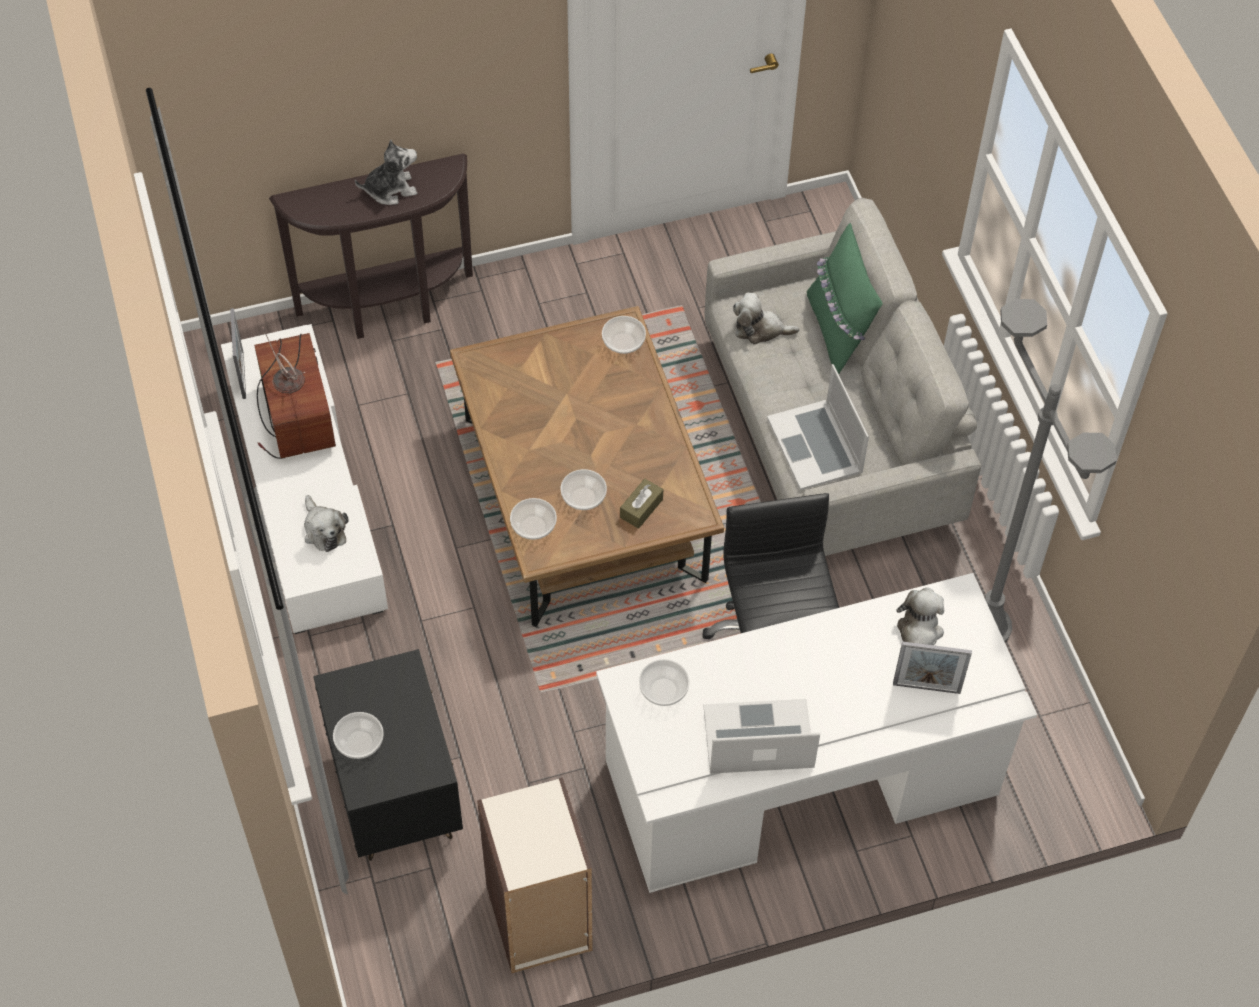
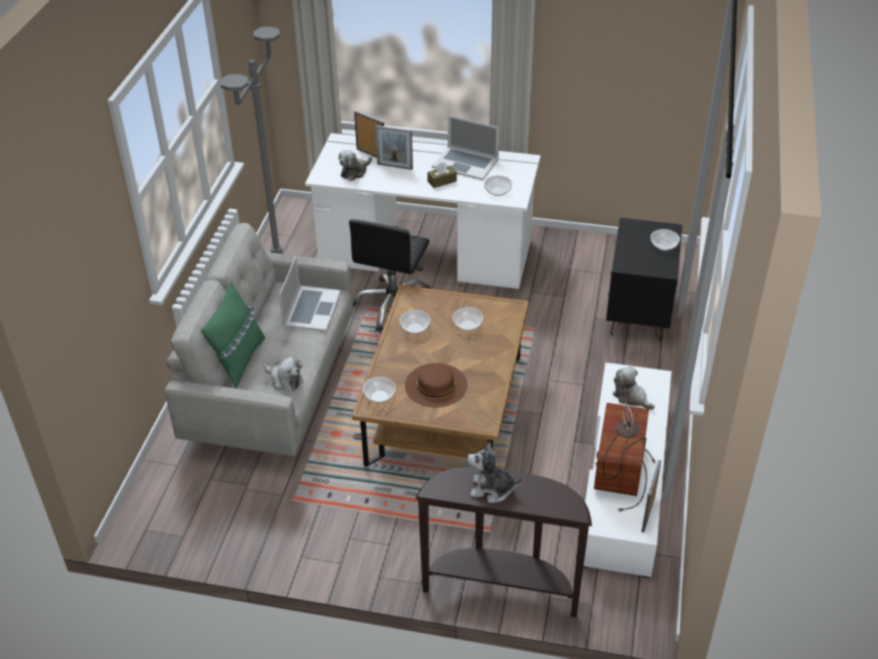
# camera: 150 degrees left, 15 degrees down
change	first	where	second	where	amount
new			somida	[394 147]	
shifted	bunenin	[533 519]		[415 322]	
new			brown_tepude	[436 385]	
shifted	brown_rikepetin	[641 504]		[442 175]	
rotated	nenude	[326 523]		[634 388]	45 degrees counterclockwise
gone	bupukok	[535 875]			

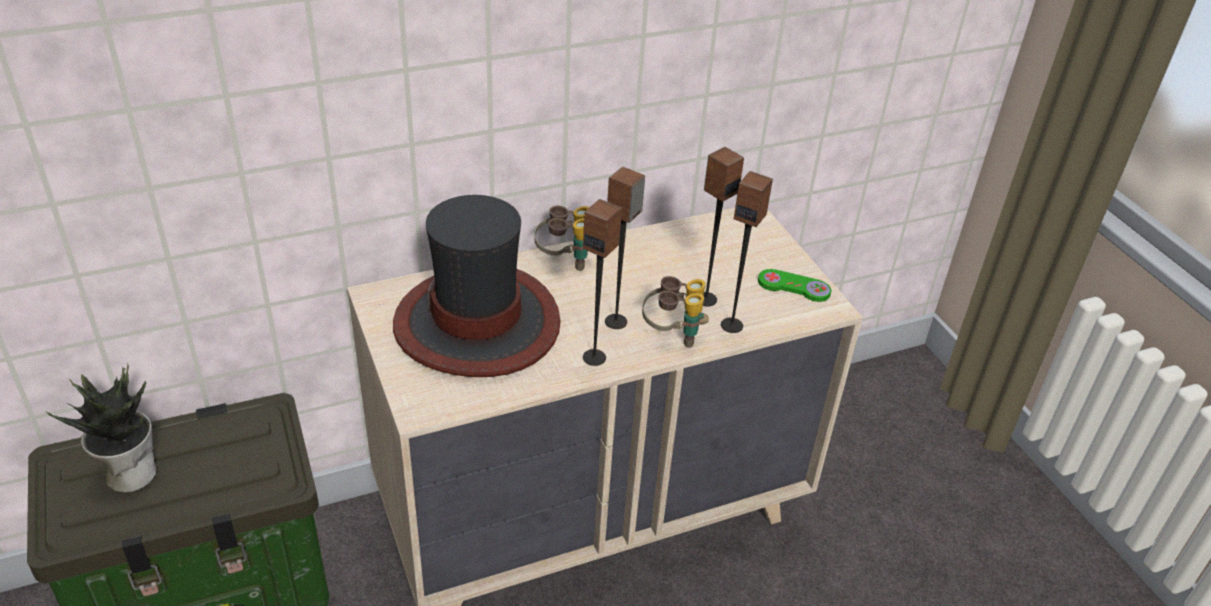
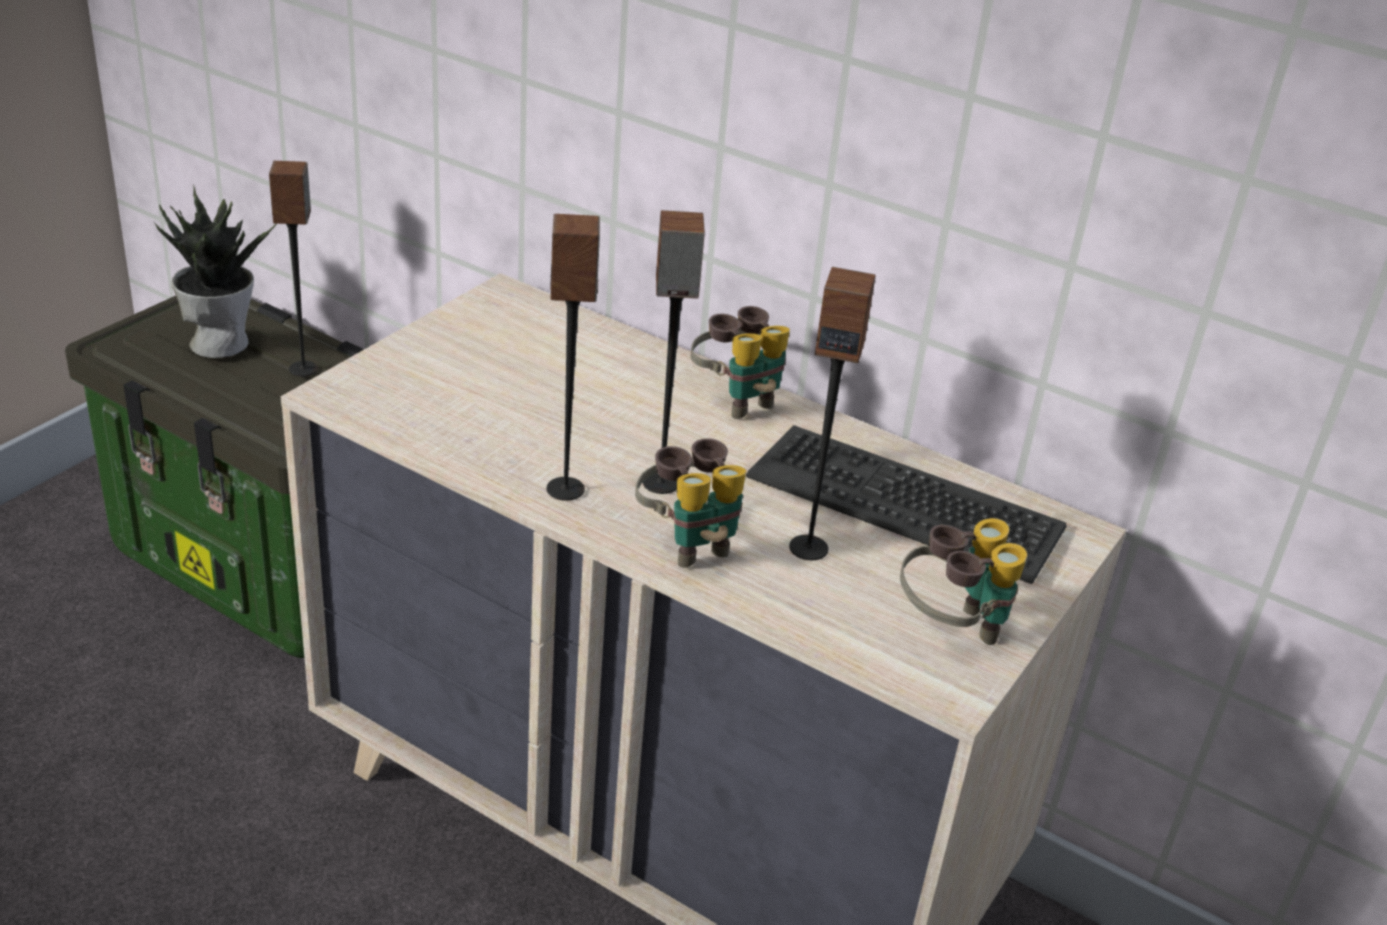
# camera: 55 degrees right, 5 degrees down
change	first	where	second	where	amount
shifted	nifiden	[747 252]		[293 269]	
new			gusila	[906 504]	
swapped	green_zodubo	[794 285]	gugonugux	[963 581]	
gone	tepude	[477 286]			

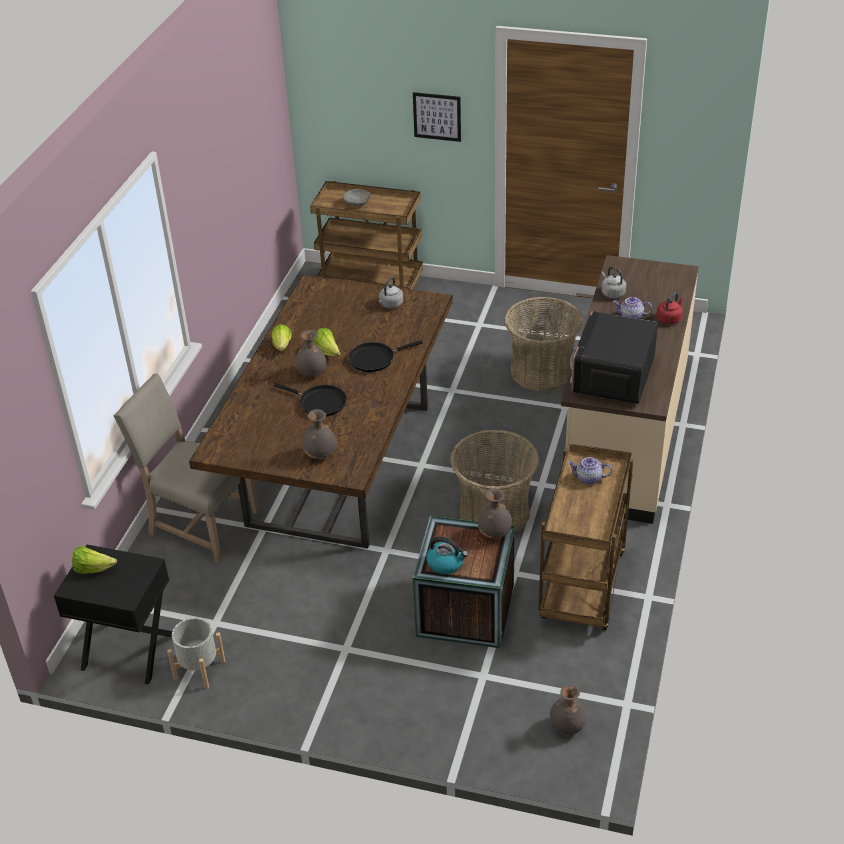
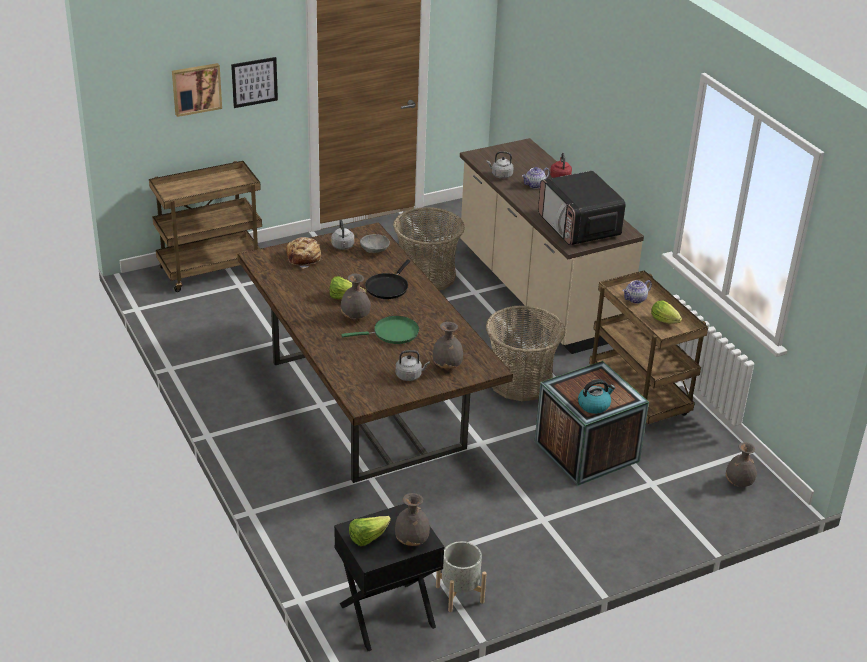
# camera: 45 degrees left, 5 degrees down
change	first	where	second	where	amount
new			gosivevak	[197 90]	
new			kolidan	[303 253]	
repainted	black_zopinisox	[310 399]	green_zopinisox	[380 330]	
shifted	grey_bunenin	[357 197]		[375 243]	
shifted	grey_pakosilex	[495 514]		[412 519]	
new			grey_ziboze	[413 365]	
shifted	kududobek	[282 337]		[666 312]	
gone	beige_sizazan	[186 468]			

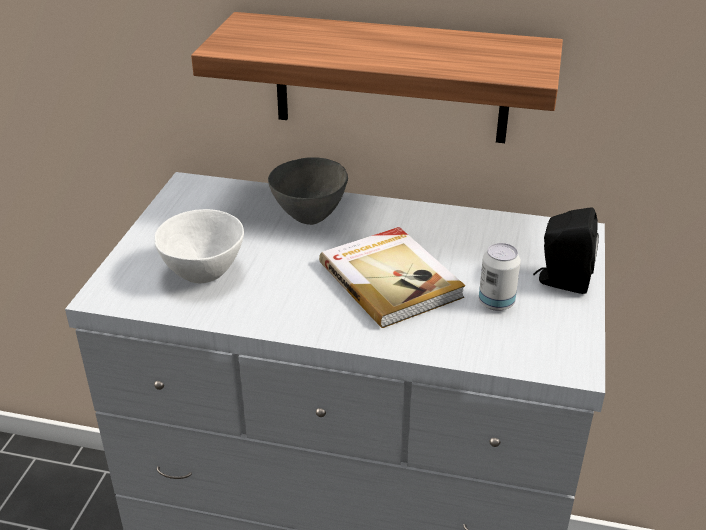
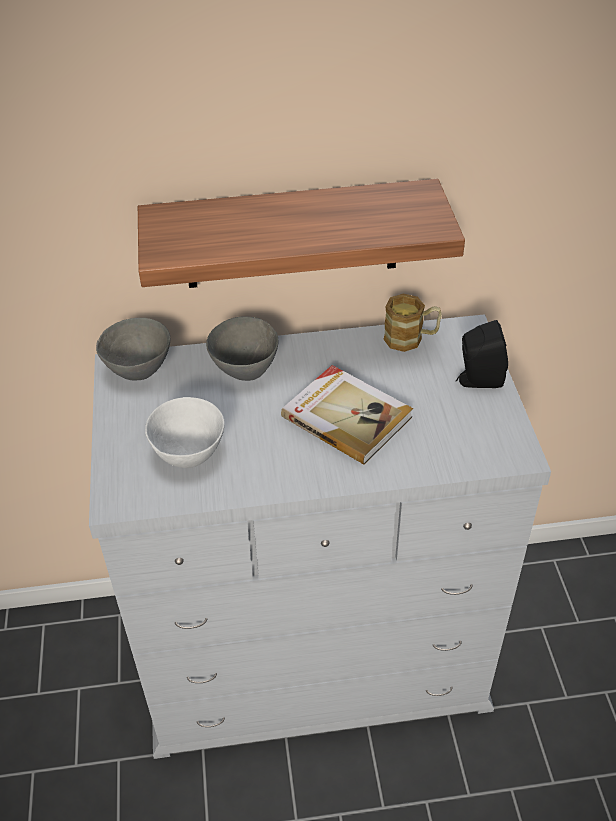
# camera: 20 degrees left, 10 degrees up
change	first	where	second	where	amount
new			grey_bunenin	[133 349]	
new			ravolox	[413 322]	
gone	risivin	[500 277]			

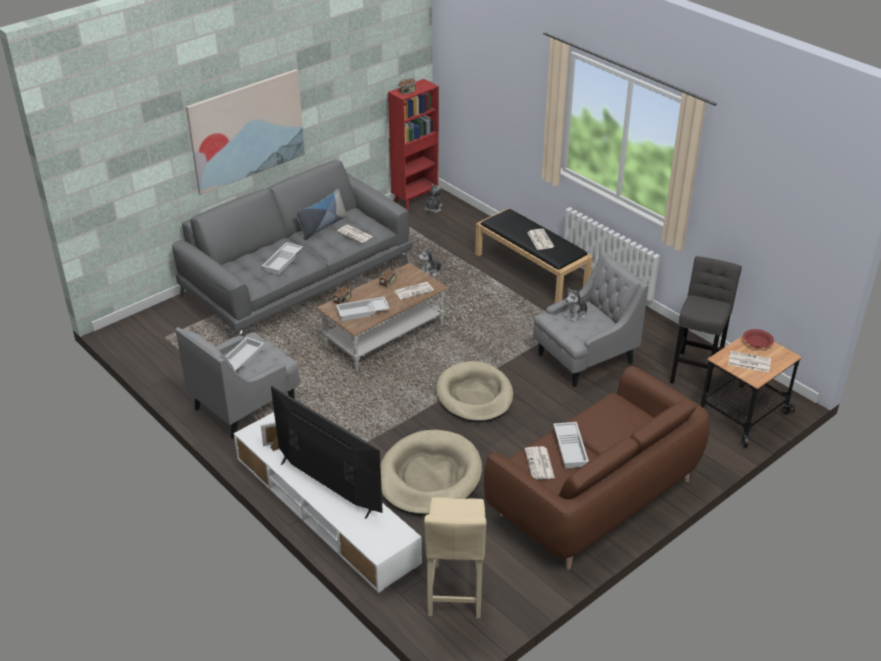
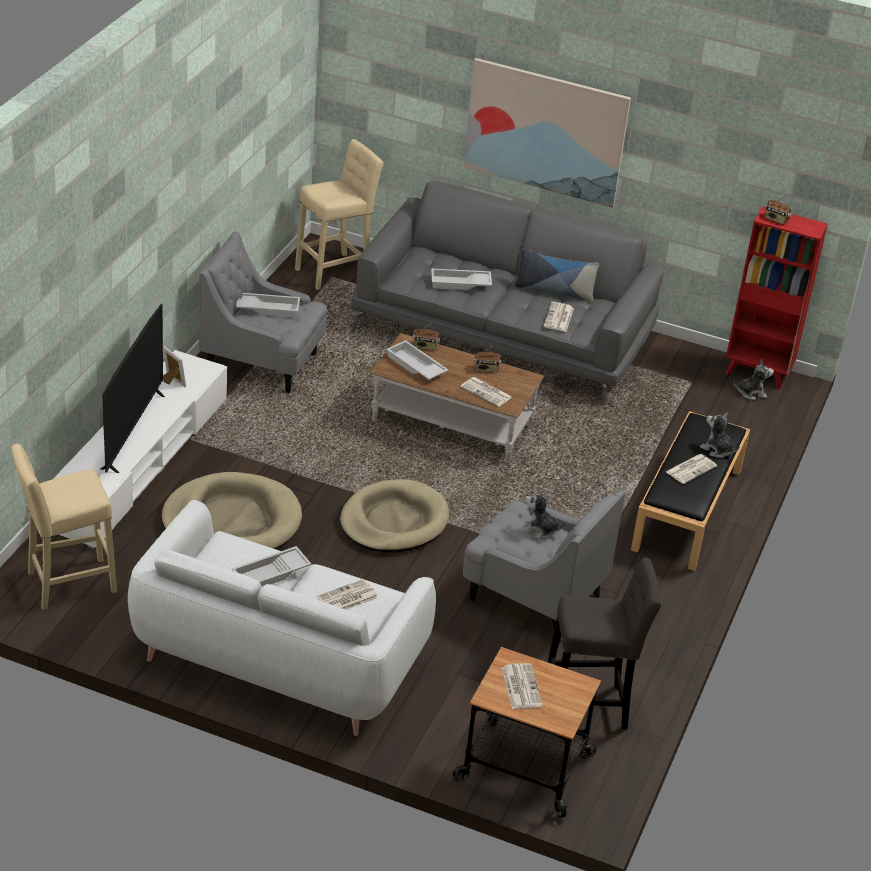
# camera: 60 degrees right, 0 degrees up
change	first	where	second	where	amount
repainted	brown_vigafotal	[596 468]	white_vigafotal	[282 618]	
new			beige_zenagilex	[339 214]	
shifted	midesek	[540 462]		[347 594]	
shifted	nenude	[431 261]		[720 435]	
gone	red_bunenin	[758 338]			

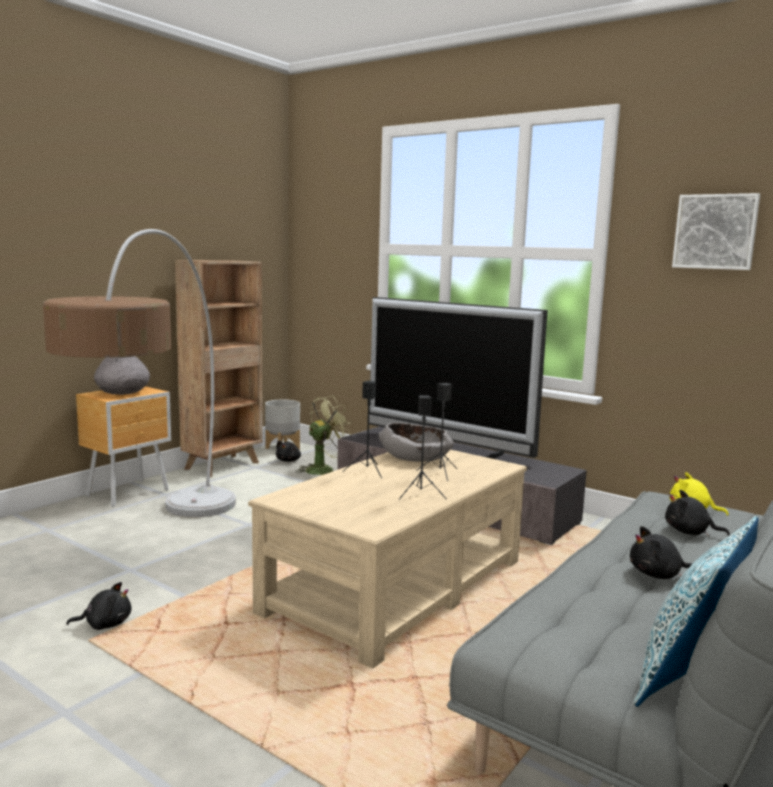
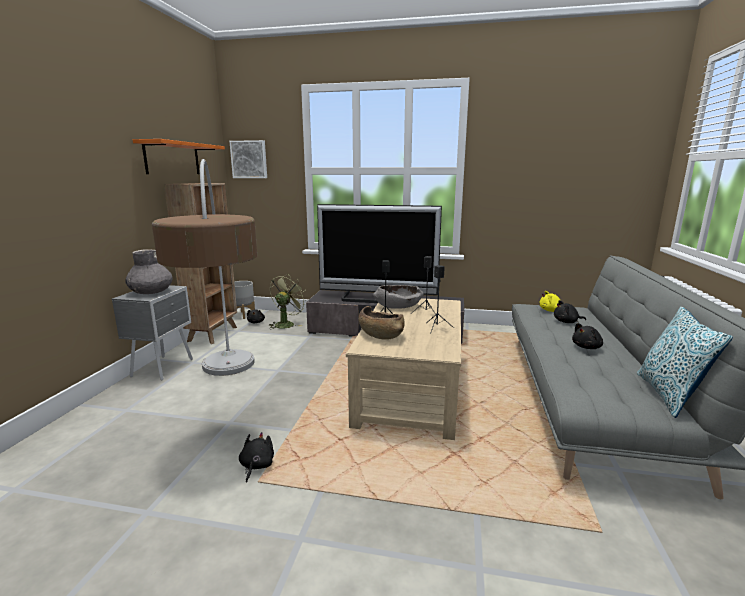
# camera: 25 degrees left, 5 degrees up
change	first	where	second	where	amount
repainted	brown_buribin	[123 446]	grey_buribin	[152 333]	
new			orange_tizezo	[178 156]	
shifted	gosivevak	[716 231]		[248 159]	
rotated	black_nenude	[99 606]		[256 457]	45 degrees counterclockwise
new			brown_bunenin	[382 323]	

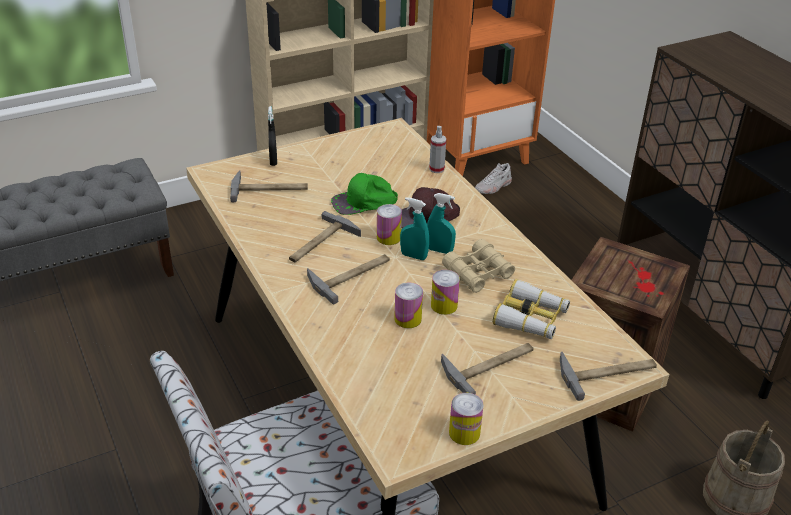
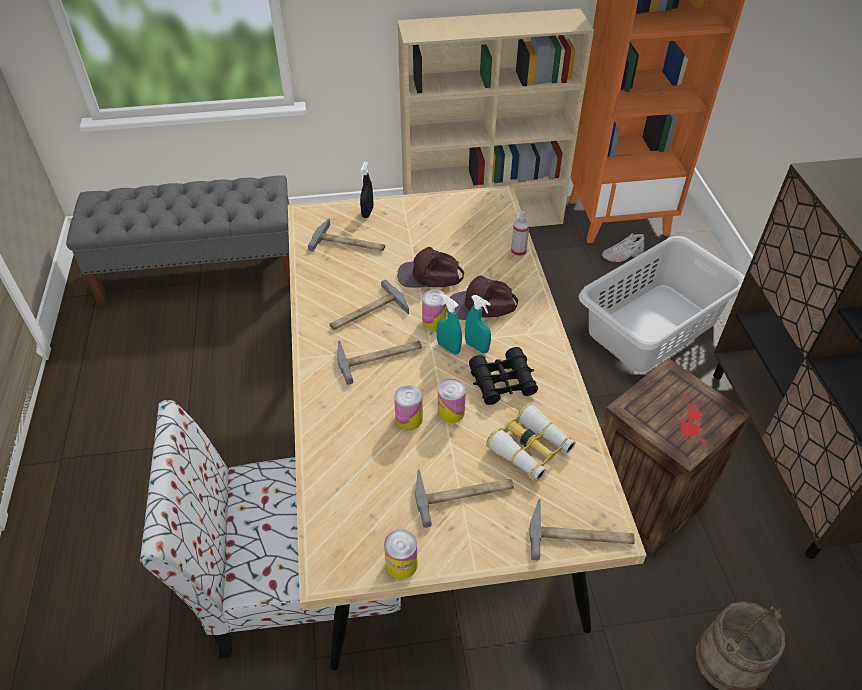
# camera: 20 degrees right, 10 degrees up
change	first	where	second	where	amount
repainted	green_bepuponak	[364 194]	brown_bepuponak	[430 267]	
repainted	beige_gugonugux	[478 266]	black_gugonugux	[503 376]	
new			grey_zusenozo	[662 304]	

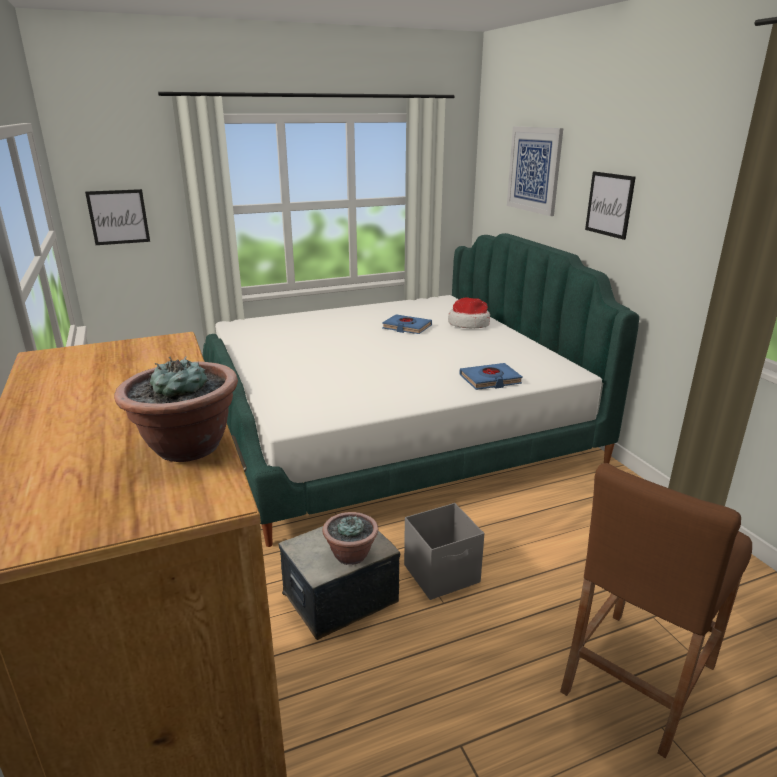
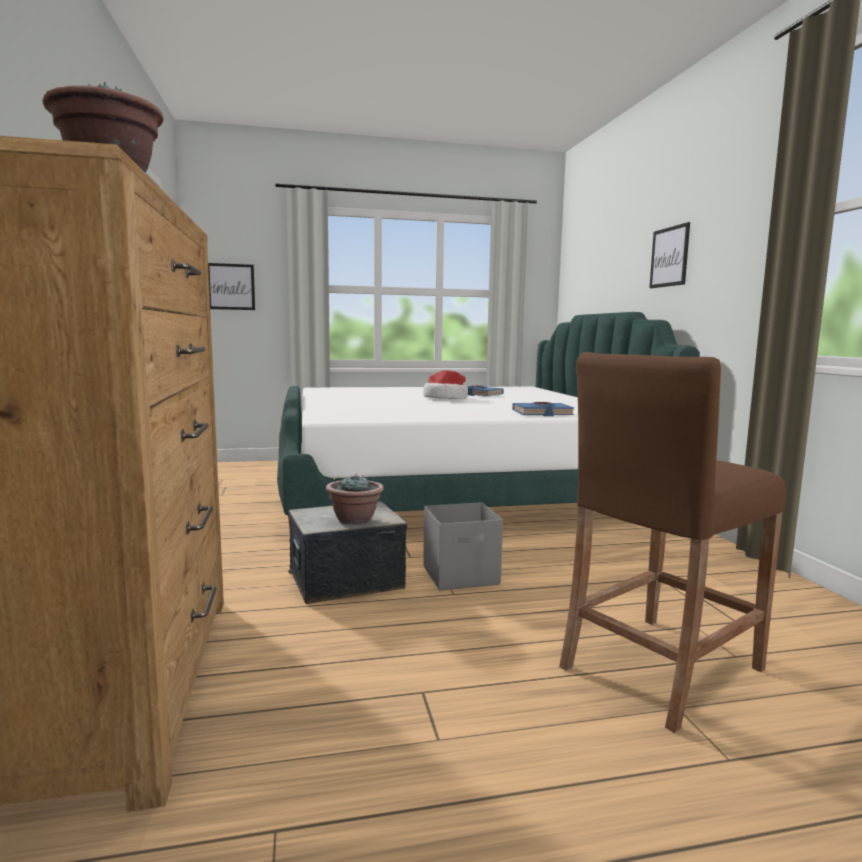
# camera: 10 degrees right, 15 degrees down
change	first	where	second	where	amount
shifted	tepude	[469 312]		[445 384]	
gone	gosivevak	[535 171]			

